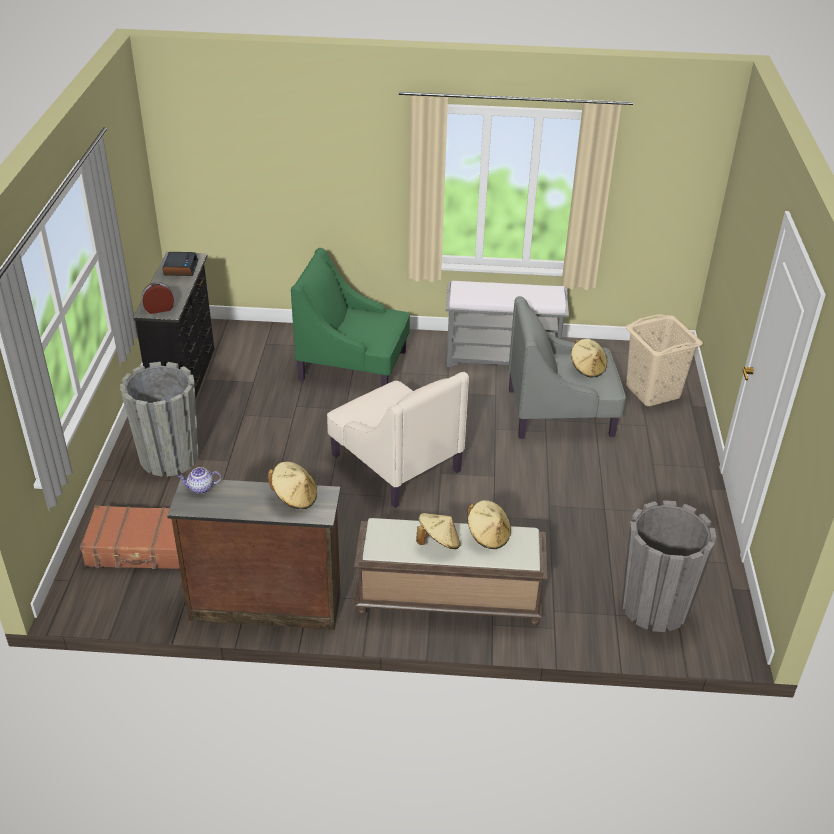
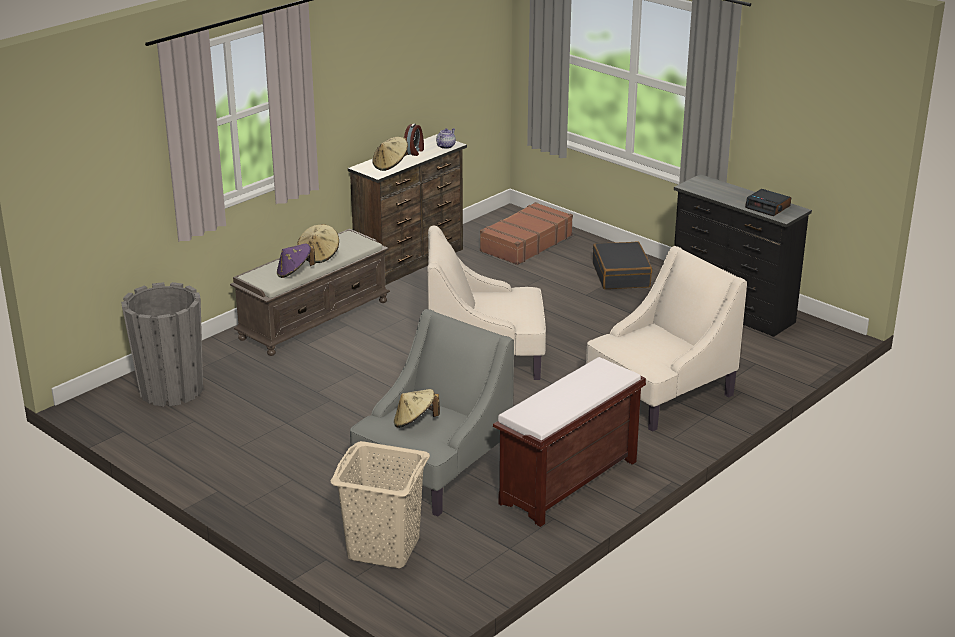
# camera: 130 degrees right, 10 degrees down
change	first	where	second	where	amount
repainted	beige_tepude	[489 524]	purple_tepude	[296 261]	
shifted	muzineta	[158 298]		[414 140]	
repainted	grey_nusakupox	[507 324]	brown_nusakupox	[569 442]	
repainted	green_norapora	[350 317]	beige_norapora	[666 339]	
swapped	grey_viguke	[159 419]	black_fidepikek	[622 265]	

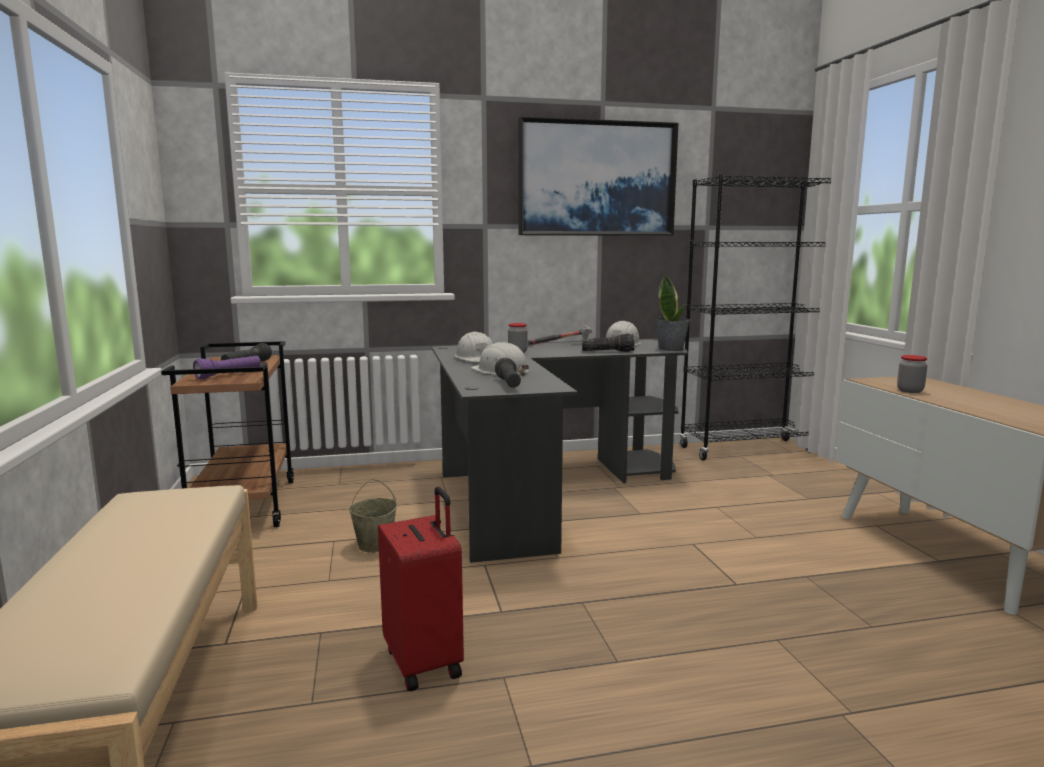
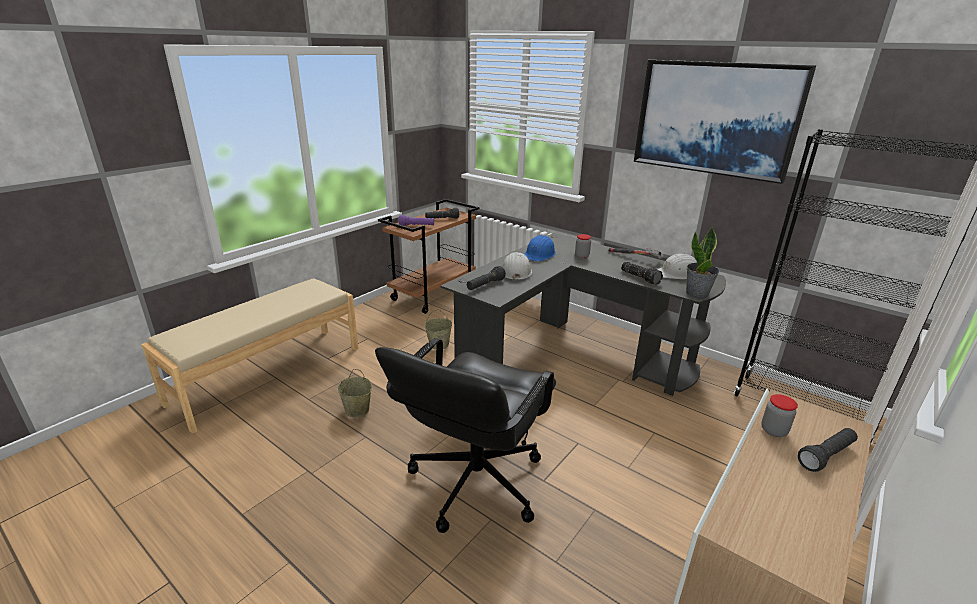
# camera: 50 degrees right, 15 degrees up
change	first	where	second	where	amount
swapped	red_fidepikek	[421 589]	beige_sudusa	[354 393]	
new			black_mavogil	[465 435]	
repainted	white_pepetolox	[474 347]	blue_pepetolox	[540 248]	
new			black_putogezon	[828 450]	

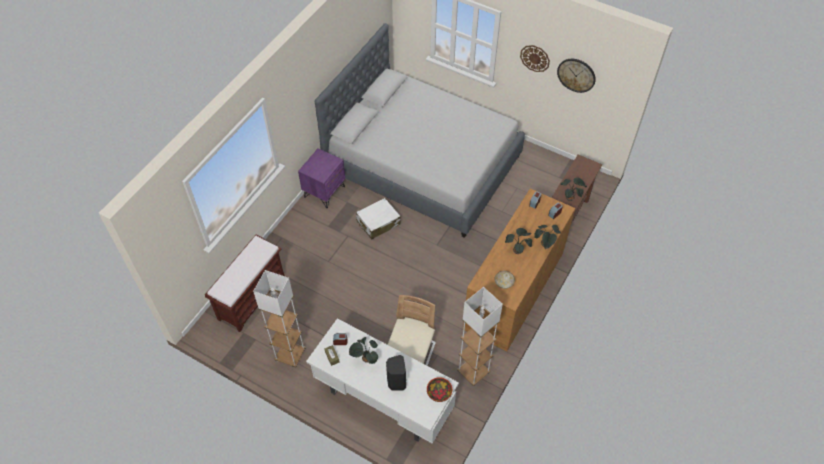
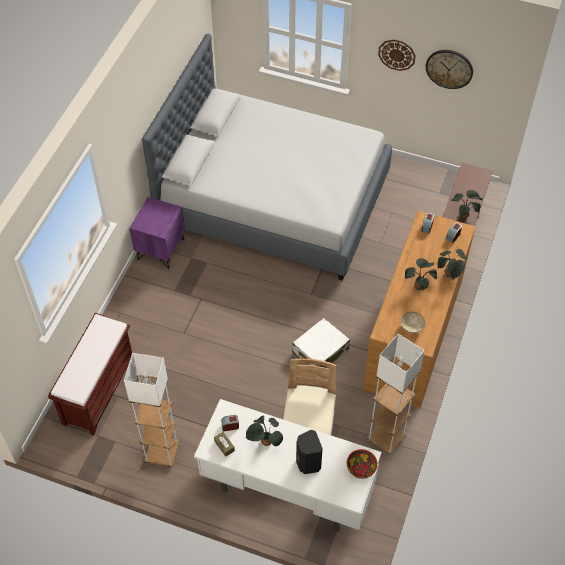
# camera: 10 degrees left, 0 degrees up
change	first	where	second	where	amount
shifted	white_fidepikek	[378 218]		[321 343]	

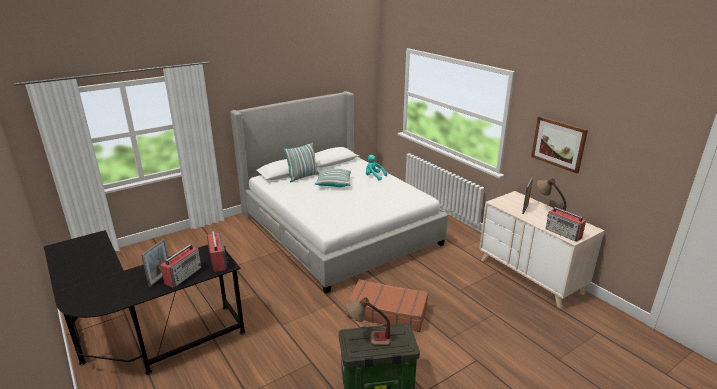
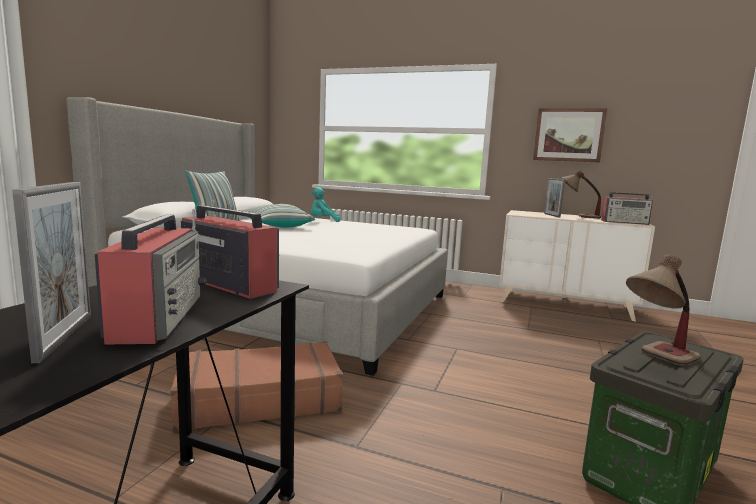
# camera: 35 degrees left, 15 degrees down
change	first	where	second	where	amount
shifted	brown_fidepikek	[387 305]		[256 386]	

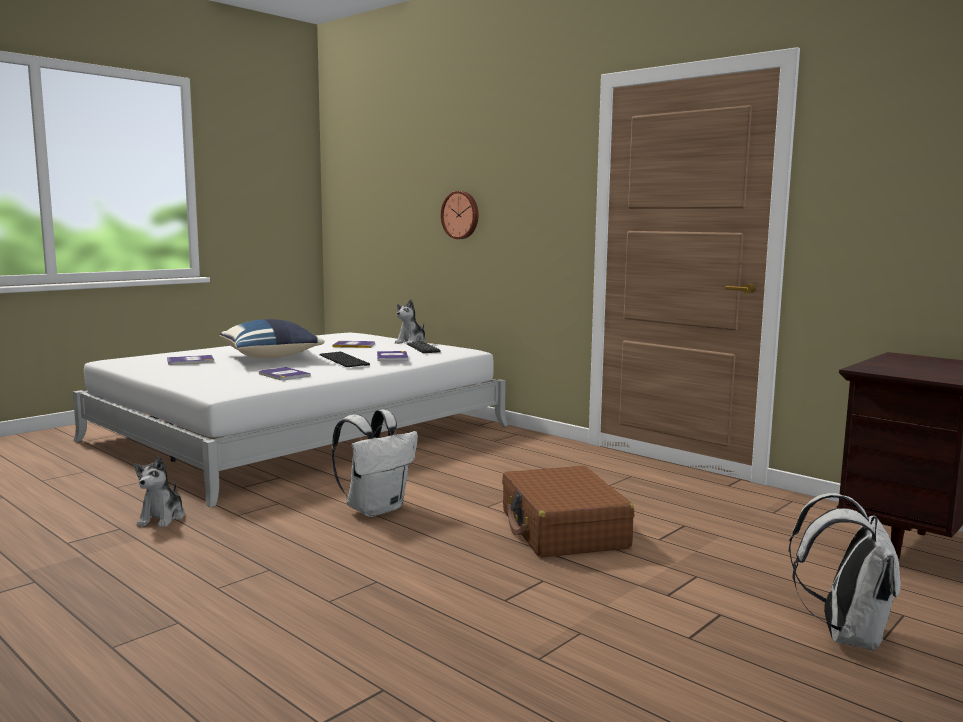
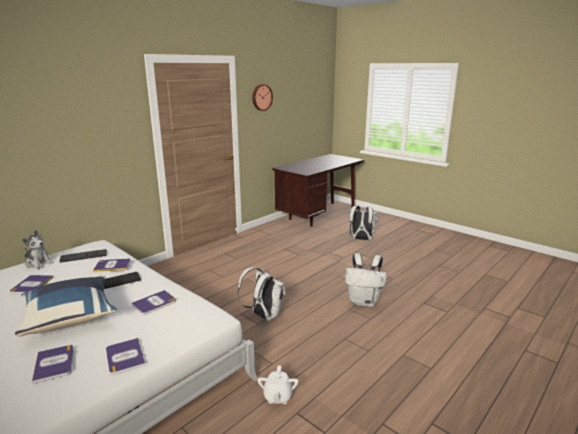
# camera: 90 degrees left, 10 degrees up
change	first	where	second	where	amount
new			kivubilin	[125 356]	
shifted	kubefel	[459 215]		[262 97]	
swapped	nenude	[159 491]	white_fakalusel	[278 385]	
new			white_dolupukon	[366 280]	
gone	brown_fidepikek	[568 511]			

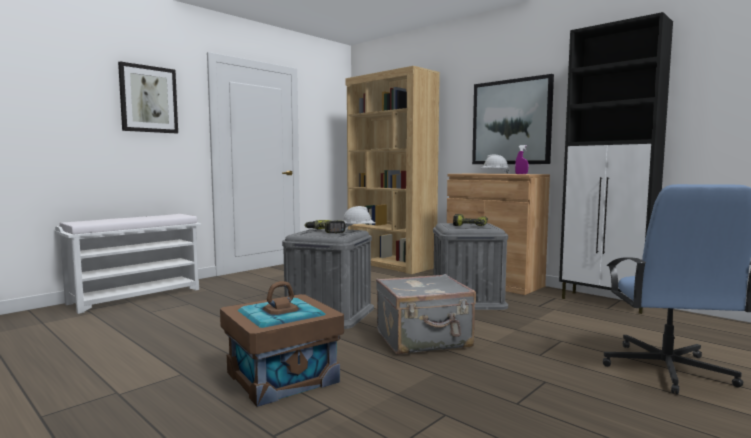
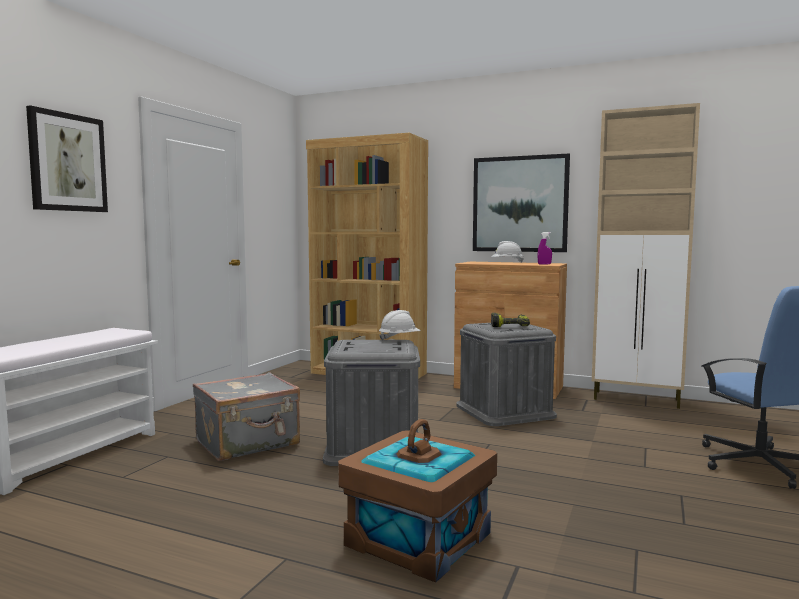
# camera: 20 degrees left, 0 degrees up
change	first	where	second	where	amount
shifted	grey_fidepikek	[426 314]		[246 416]	
repainted	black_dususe	[616 163]	beige_dususe	[646 256]	
gone	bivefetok	[325 226]			

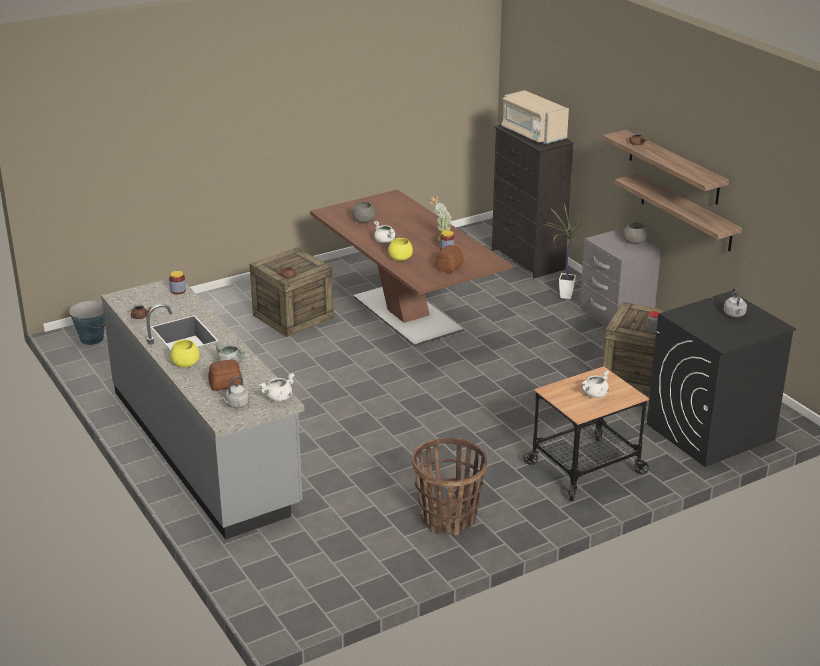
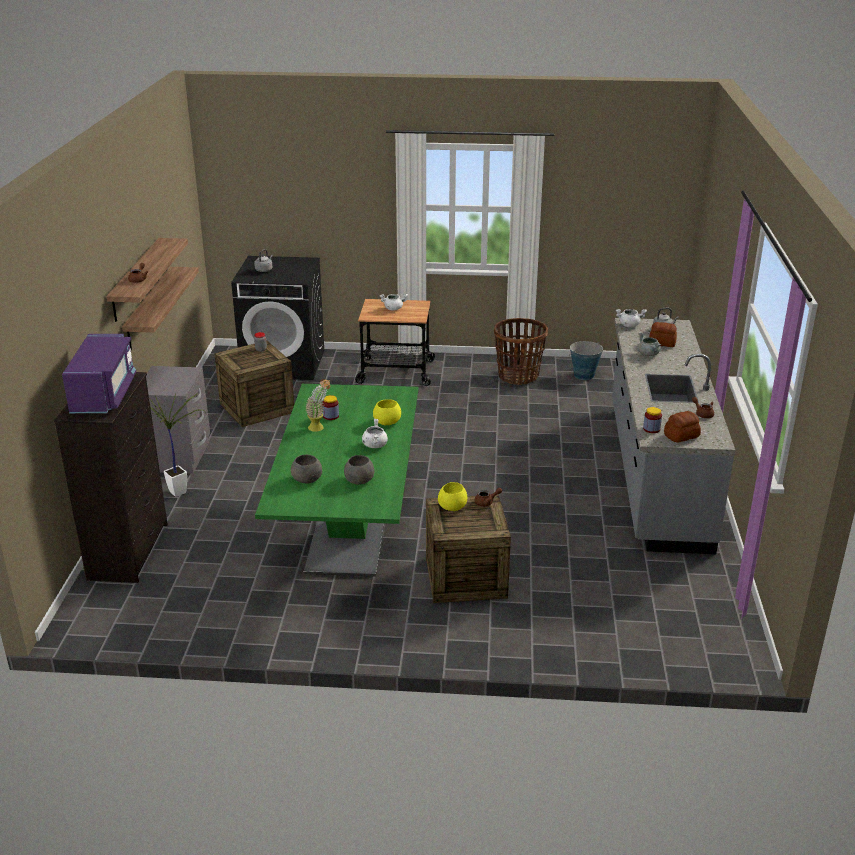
# camera: 145 degrees left, 0 degrees up
change	first	where	second	where	amount
repainted	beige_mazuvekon	[535 117]	purple_mazuvekon	[99 373]	
repainted	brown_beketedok	[411 268]	green_beketedok	[336 480]	
shifted	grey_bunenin	[635 233]		[306 469]	
shifted	yellow_bunenin	[184 353]		[452 496]	
shifted	sudusa	[87 322]		[586 360]	
shifted	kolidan	[449 259]		[682 427]	

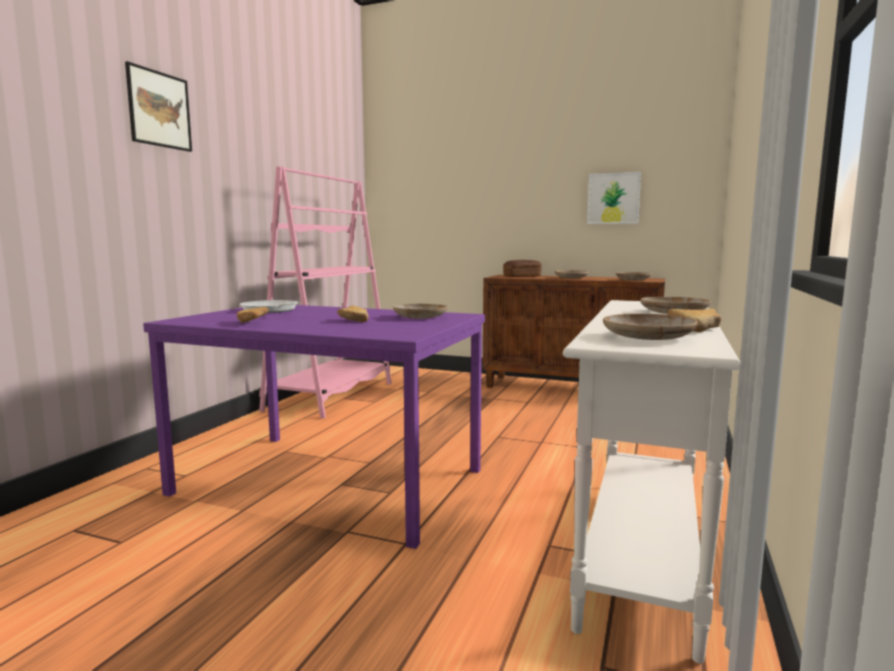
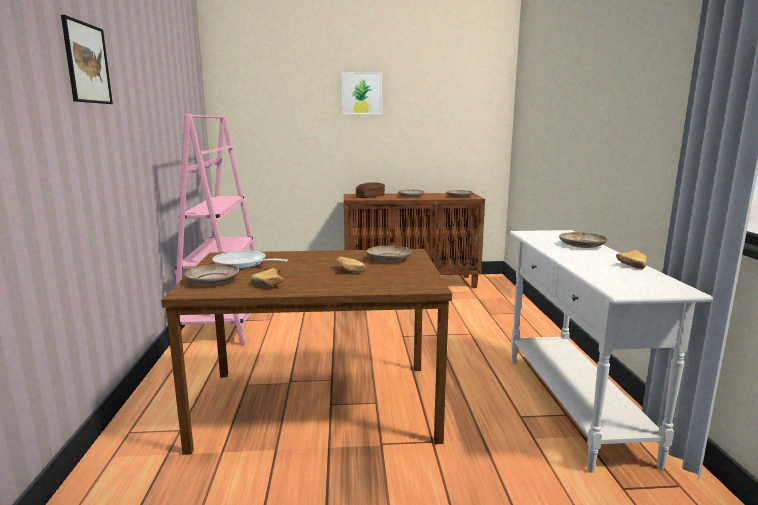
# camera: 25 degrees left, 5 degrees up
change	first	where	second	where	amount
repainted	purple_beketedok	[314 427]	brown_beketedok	[306 352]	
shifted	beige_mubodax	[650 327]		[211 274]	
shifted	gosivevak	[614 198]		[361 93]	

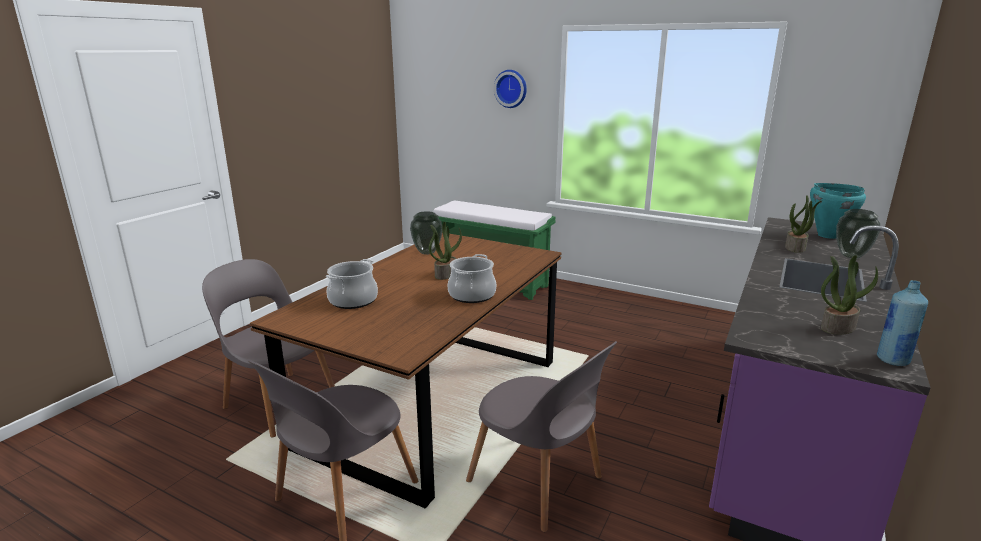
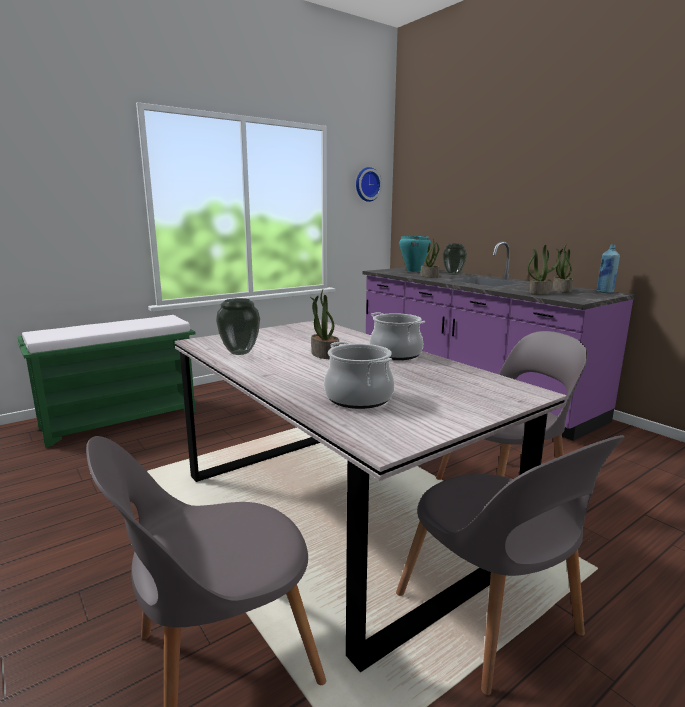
# camera: 65 degrees left, 5 degrees down
change	first	where	second	where	amount
repainted	brown_beketedok	[405 370]	grey_beketedok	[371 496]	
shifted	kubefel	[510 89]		[369 184]	
new			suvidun	[543 270]	

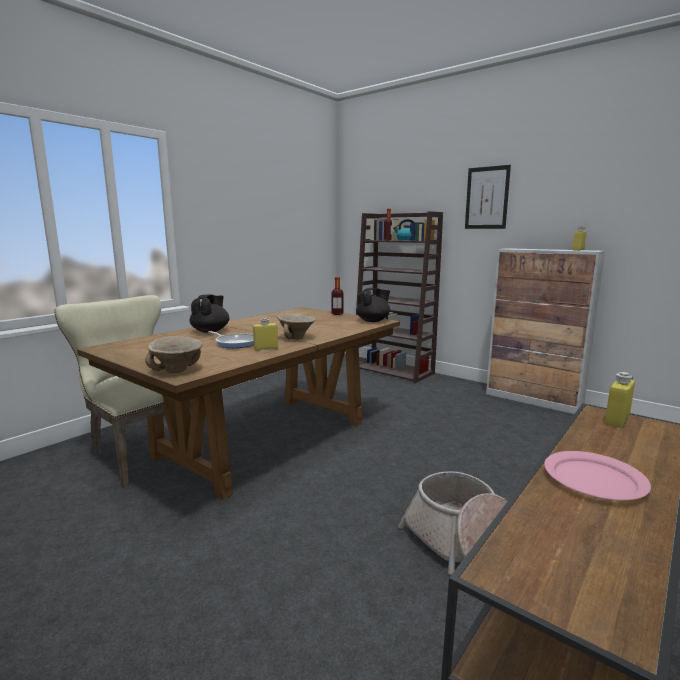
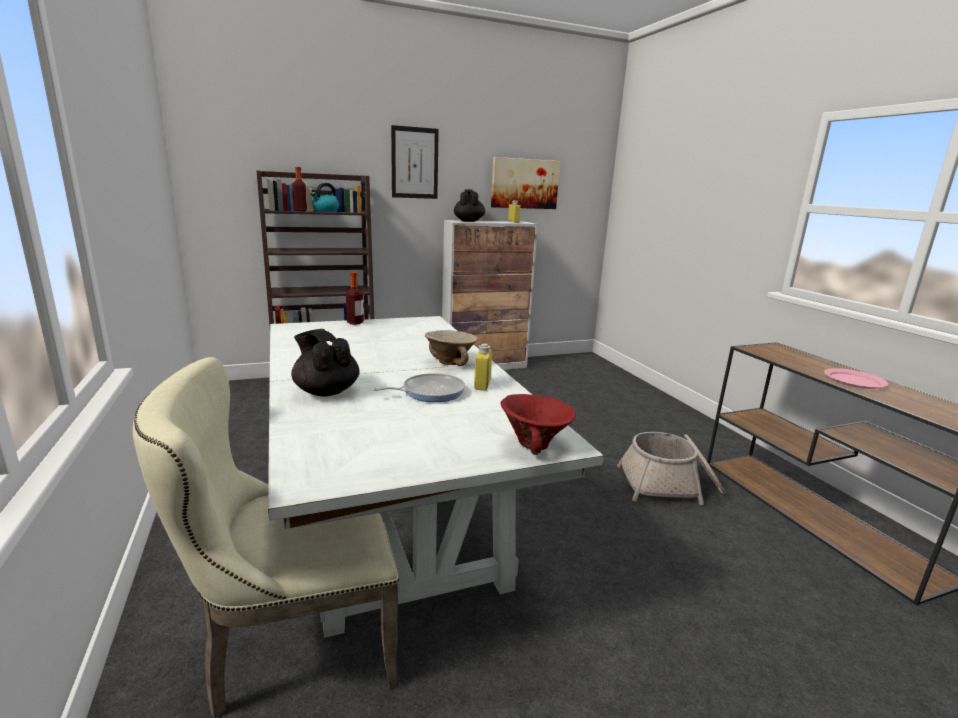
# camera: 60 degrees left, 5 degrees up
change	first	where	second	where	amount
repainted	brown_beketedok	[238 403]	white_beketedok	[436 477]	
shifted	black_fakalusel	[373 305]		[469 205]	
new			gosivevak	[525 183]	
repainted	beige_bunenin	[174 354]	red_bunenin	[538 424]	
gone	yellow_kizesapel	[620 400]			

